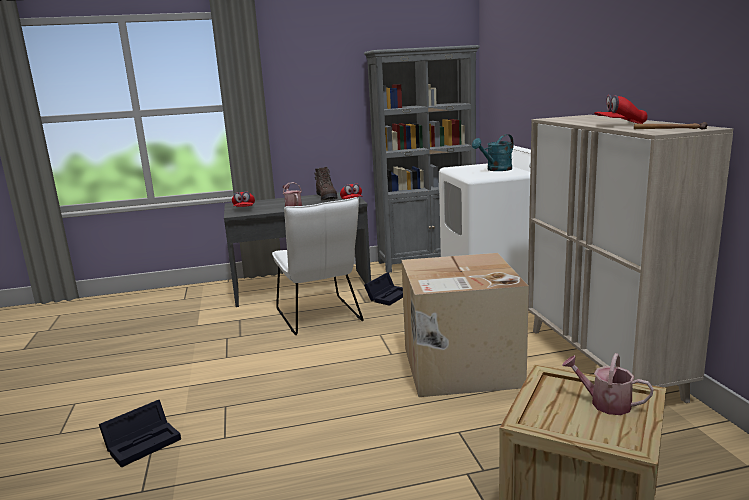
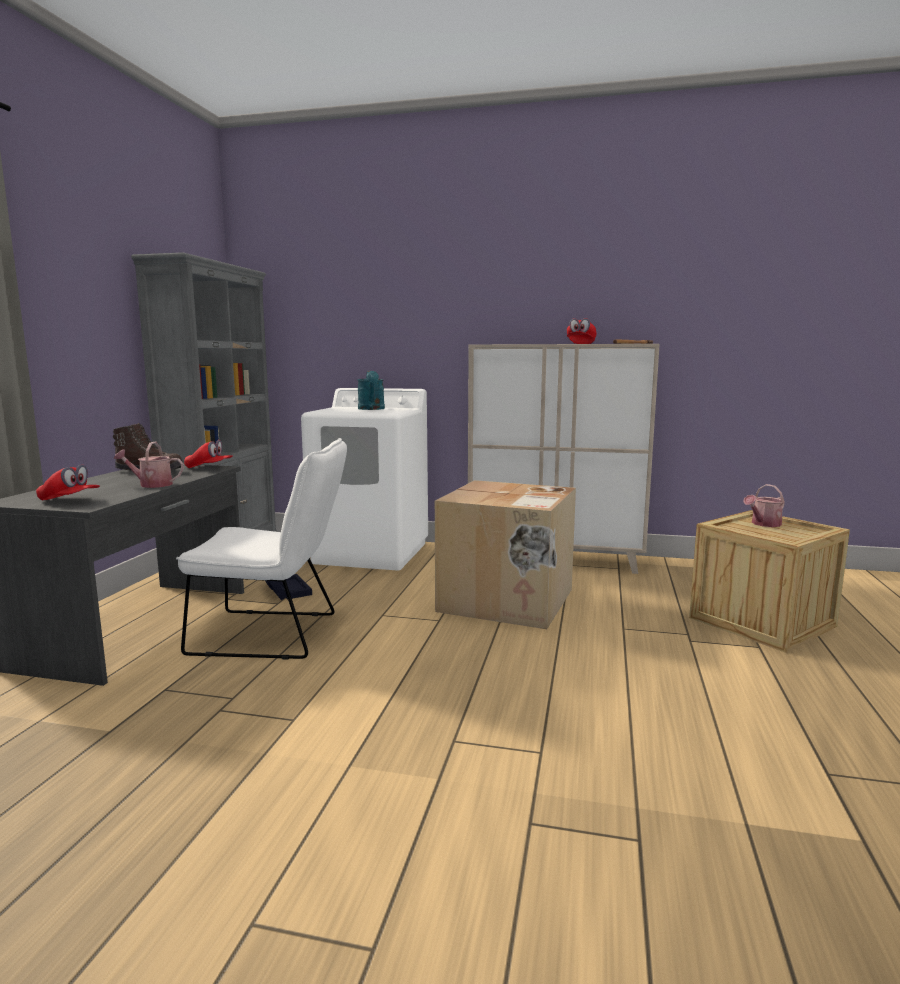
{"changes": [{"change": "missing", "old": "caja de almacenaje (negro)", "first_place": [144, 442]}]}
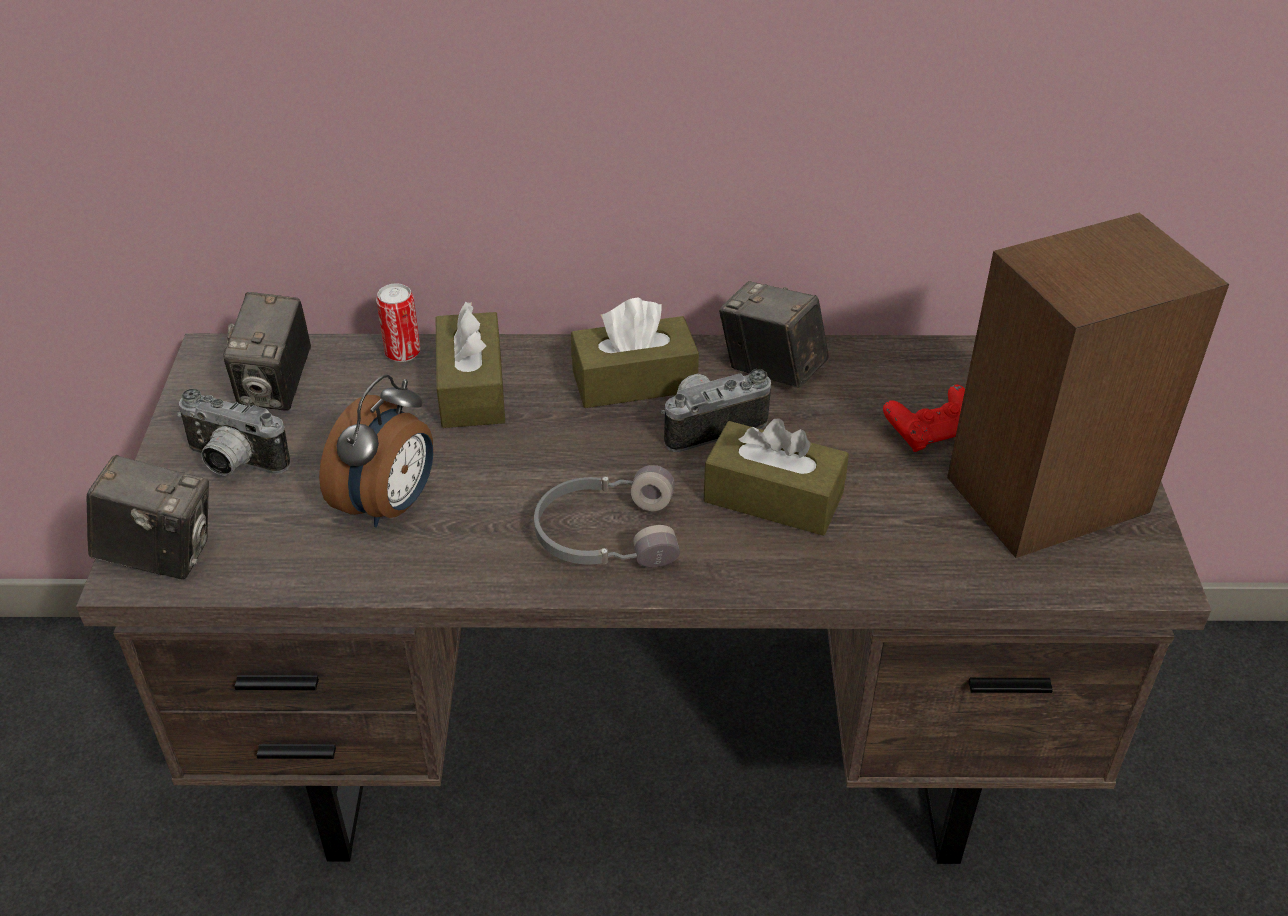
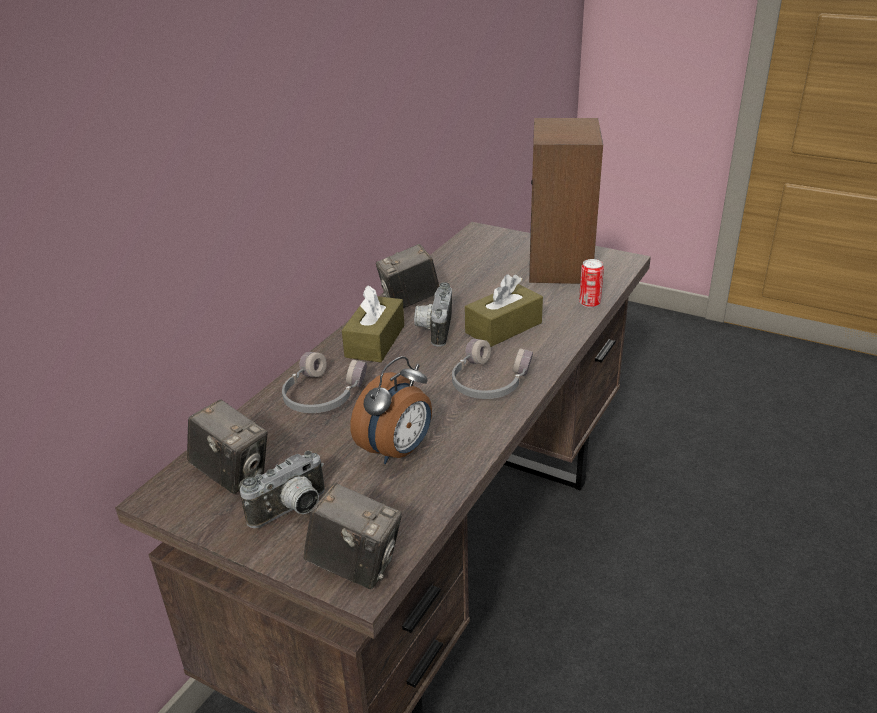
{"changes": [{"change": "exchanged", "old": "caja de pañuelos (marrón)", "new": "auriculares (gris)", "first_place": [472, 388], "second_place": [321, 395]}, {"change": "spun", "old": "cámara", "first_place": [161, 554], "second_place": [355, 565], "degrees": 75}, {"change": "spun", "old": "despertador", "first_place": [390, 505], "second_place": [398, 451], "degrees": 75}, {"change": "relocated", "old": "lata", "first_place": [403, 353], "second_place": [589, 303]}, {"change": "missing", "old": "mando de consola (rojo)", "first_place": [931, 433]}]}
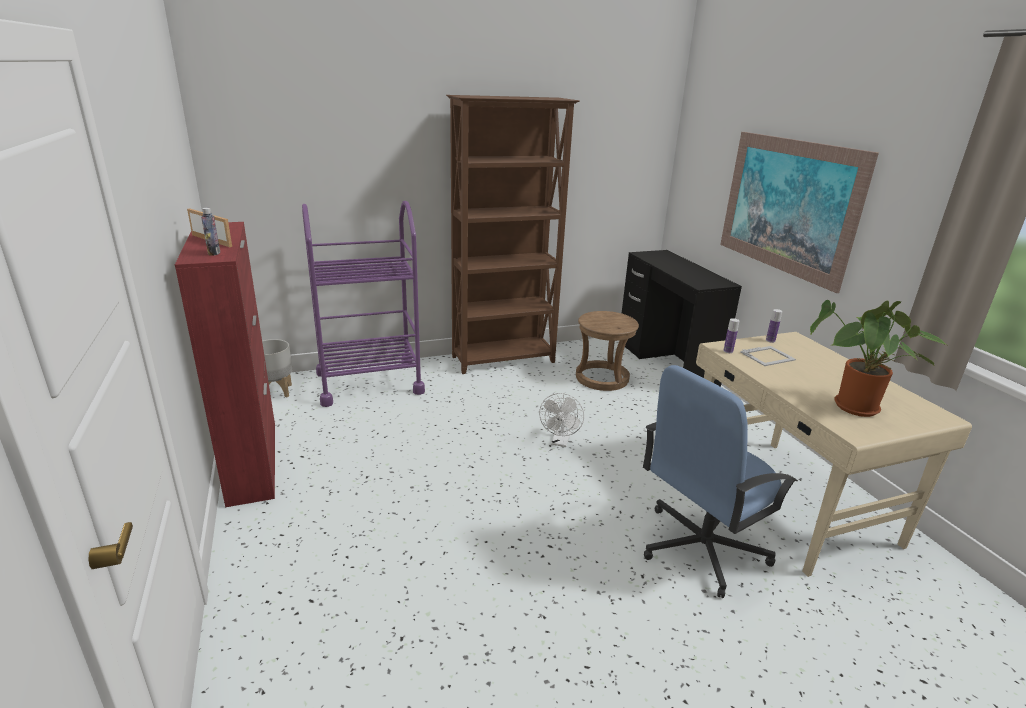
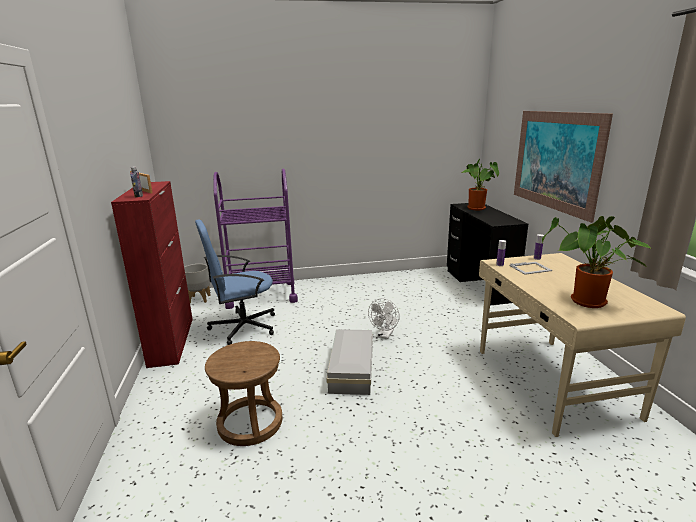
{"changes": [{"change": "relocated", "old": "silla de oficina (azul)", "first_place": [700, 547], "second_place": [243, 327]}, {"change": "relocated", "old": "taburete (marrón)", "first_place": [601, 378], "second_place": [250, 422]}, {"change": "appeared", "new": "caja de almacenaje (blanco)", "second_place": [353, 368]}, {"change": "appeared", "new": "planta en maceta", "second_place": [477, 209]}, {"change": "missing", "old": "estantería (marrón)", "first_place": [504, 360]}]}
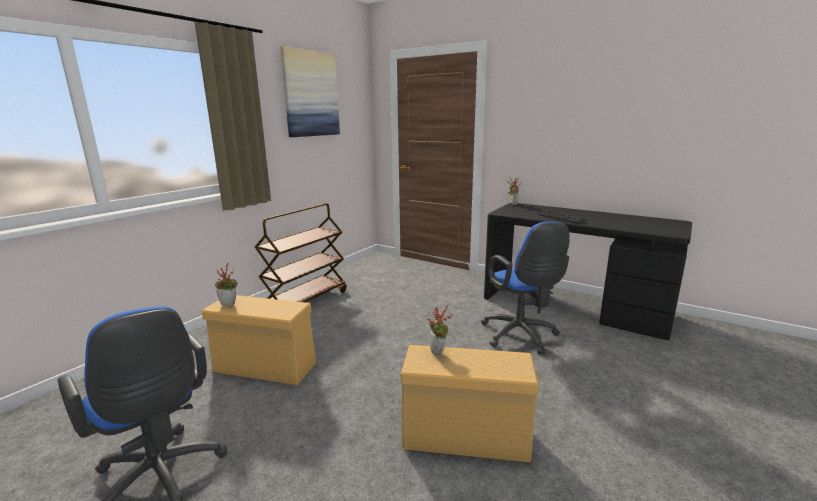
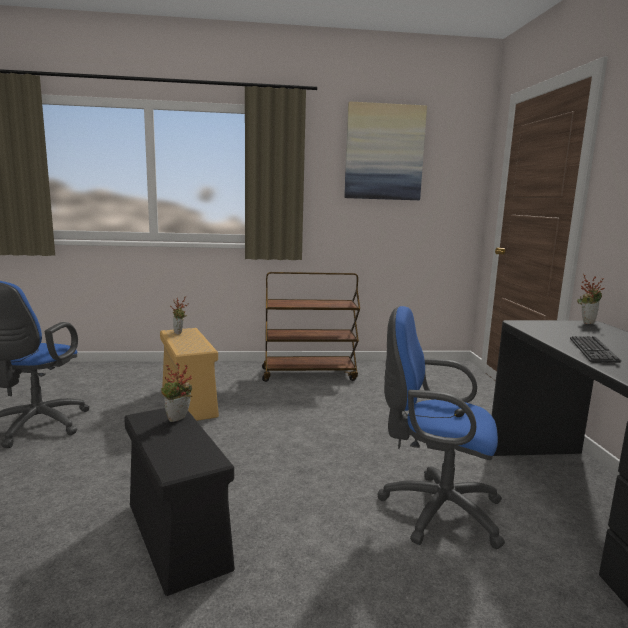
{"changes": [{"change": "colour", "old": "caja de almacenaje (beis)", "new": "caja de almacenaje (negro)", "first_place": [467, 437], "second_place": [178, 537]}, {"change": "spun", "old": "silla de oficina (azul)", "first_place": [521, 337], "second_place": [434, 510], "degrees": 75}]}
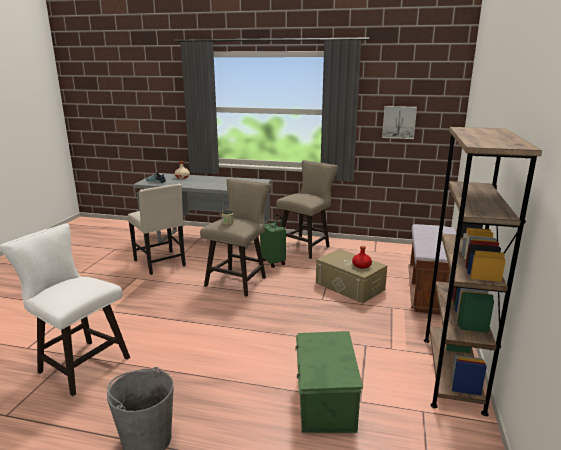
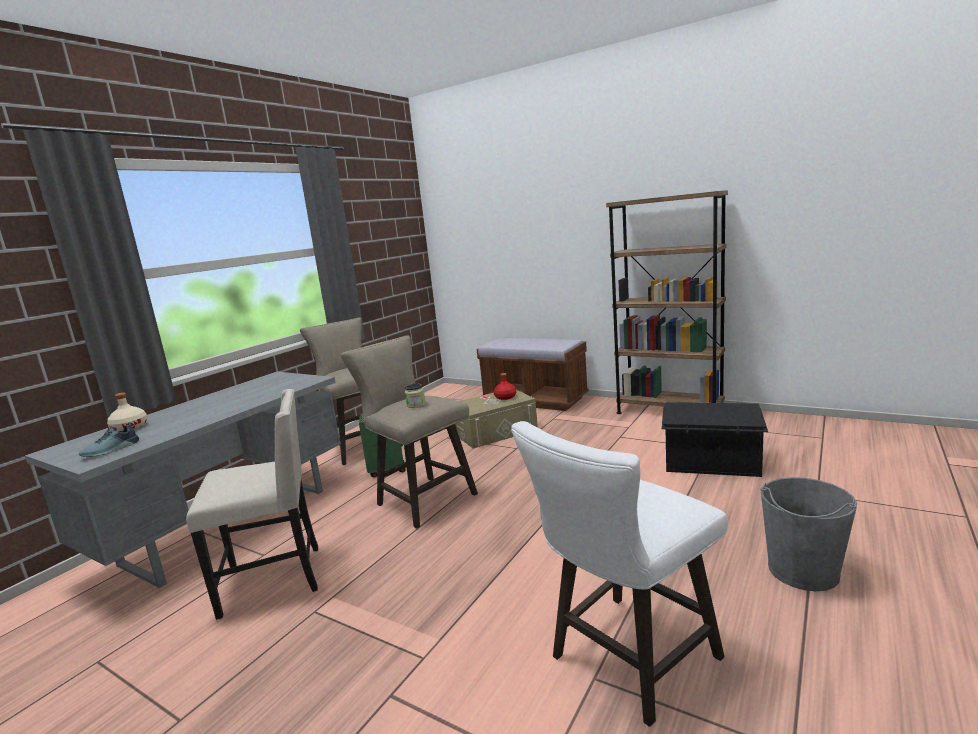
{"changes": [{"change": "colour", "old": "caja de almacenaje (verde)", "new": "caja de almacenaje (negro)", "first_place": [324, 400], "second_place": [712, 463]}, {"change": "missing", "old": "cuadro", "first_place": [399, 122]}]}
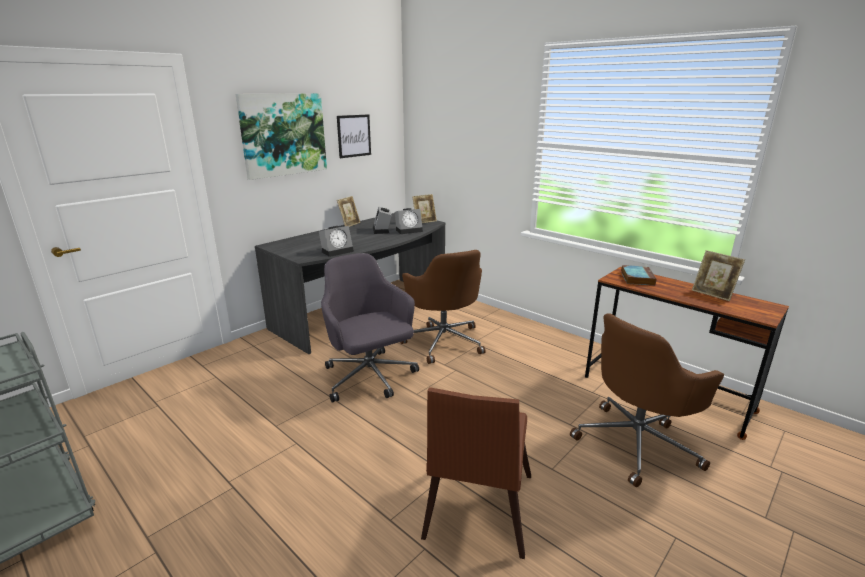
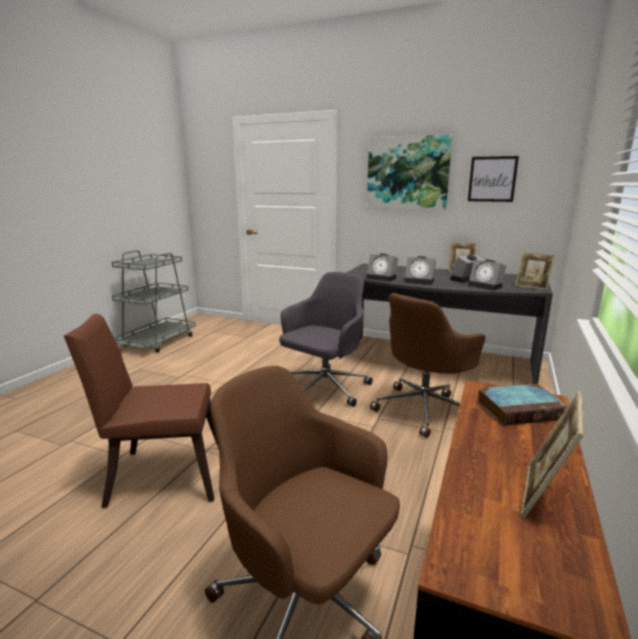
{"changes": [{"change": "appeared", "new": "despertador", "second_place": [420, 281]}]}
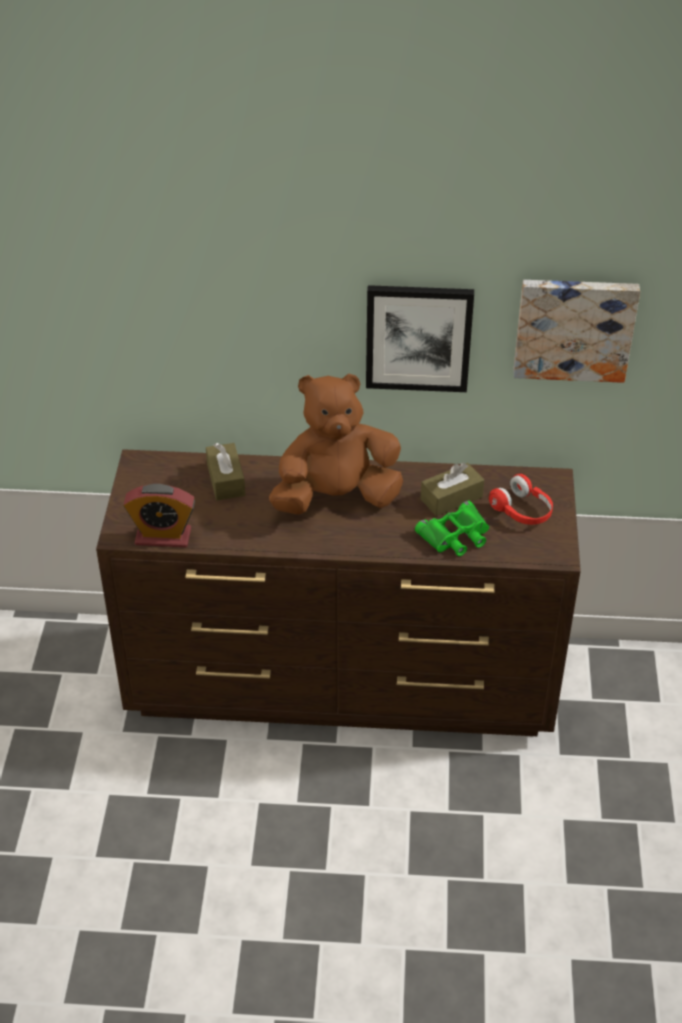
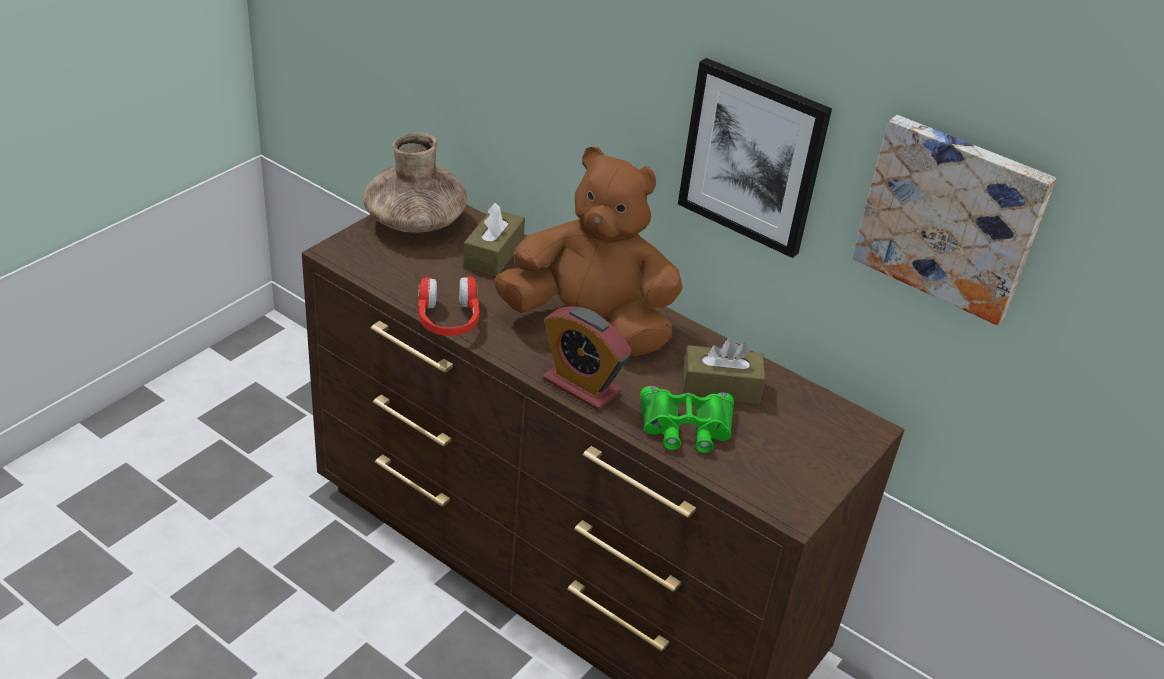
{"changes": [{"change": "appeared", "new": "florero (marrón)", "second_place": [415, 222]}, {"change": "relocated", "old": "auriculares (rojo)", "first_place": [522, 511], "second_place": [448, 320]}, {"change": "relocated", "old": "despertador", "first_place": [163, 536], "second_place": [581, 386]}]}
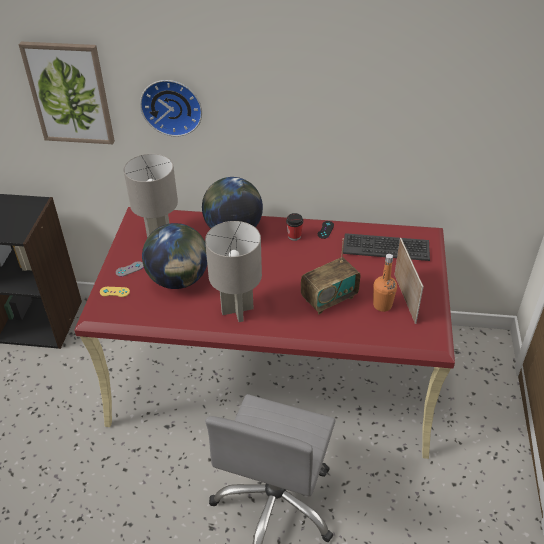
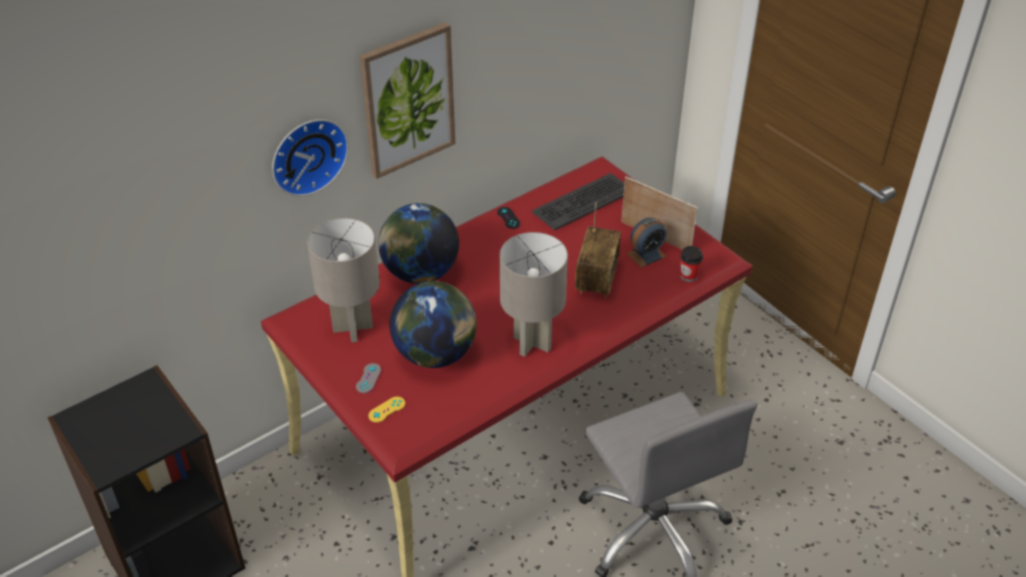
{"changes": [{"change": "relocated", "old": "cuadro", "first_place": [70, 93], "second_place": [407, 100]}, {"change": "exchanged", "old": "botella (naranja)", "new": "despertador", "first_place": [382, 305], "second_place": [646, 255]}, {"change": "relocated", "old": "taza", "first_place": [294, 236], "second_place": [688, 276]}]}
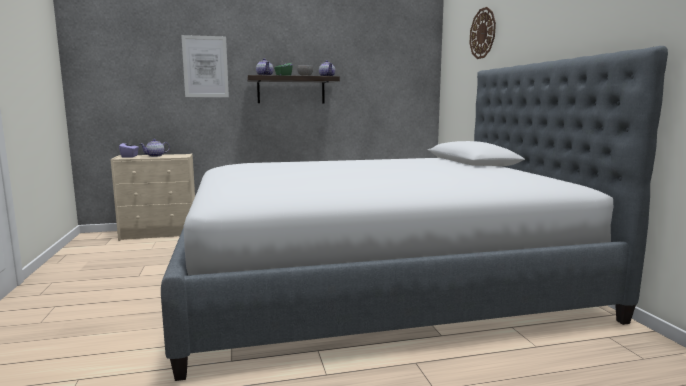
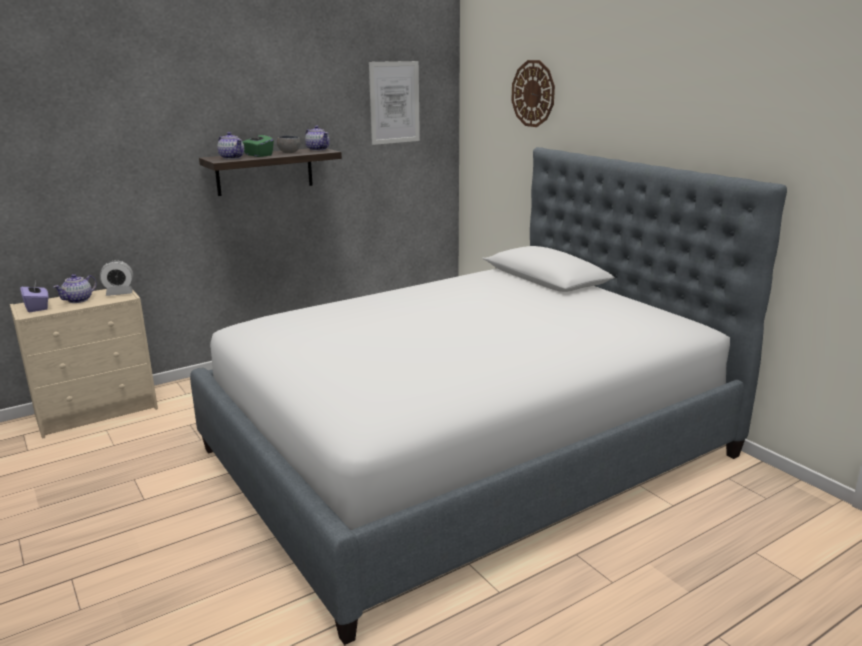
{"changes": [{"change": "appeared", "new": "despertador", "second_place": [119, 293]}, {"change": "relocated", "old": "cuadro", "first_place": [205, 66], "second_place": [394, 102]}]}
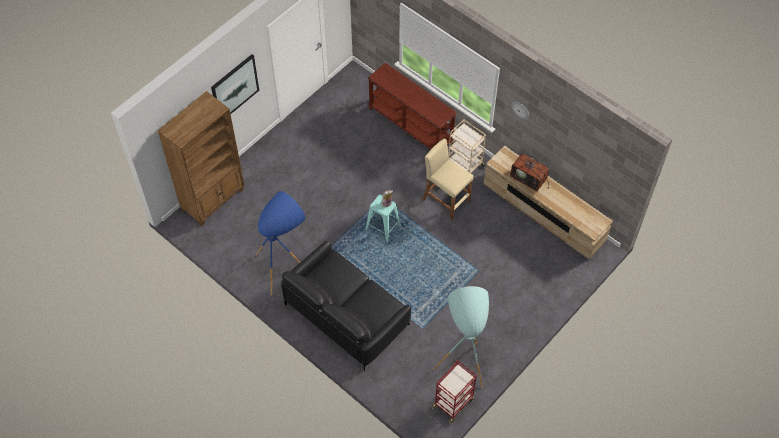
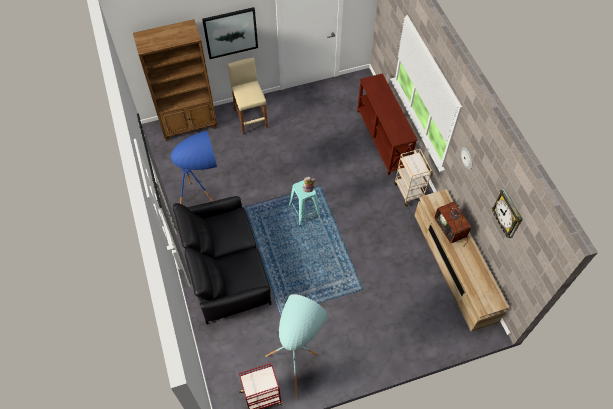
{"changes": [{"change": "relocated", "old": "taburete (beis)", "first_place": [446, 200], "second_place": [250, 118]}, {"change": "appeared", "new": "reloj de pared", "second_place": [508, 214]}]}
